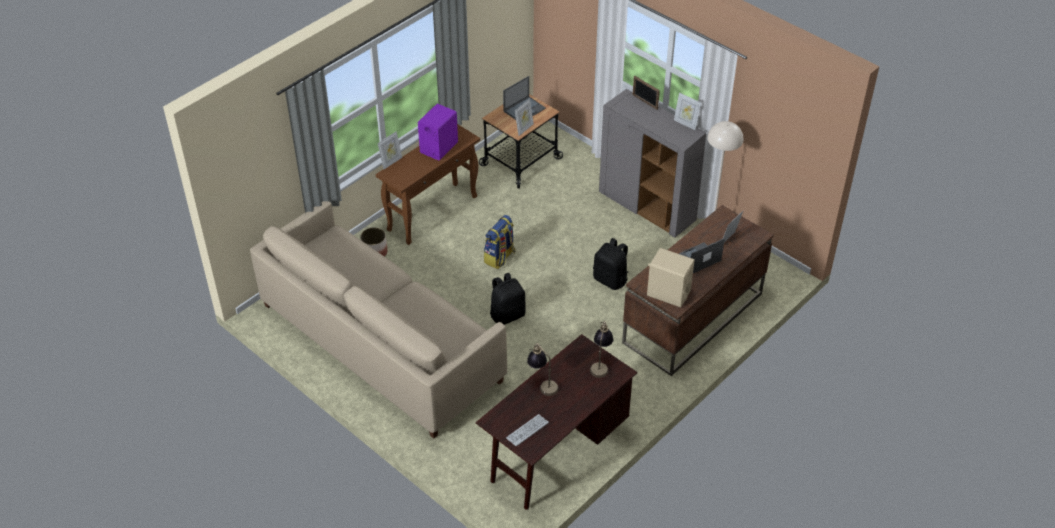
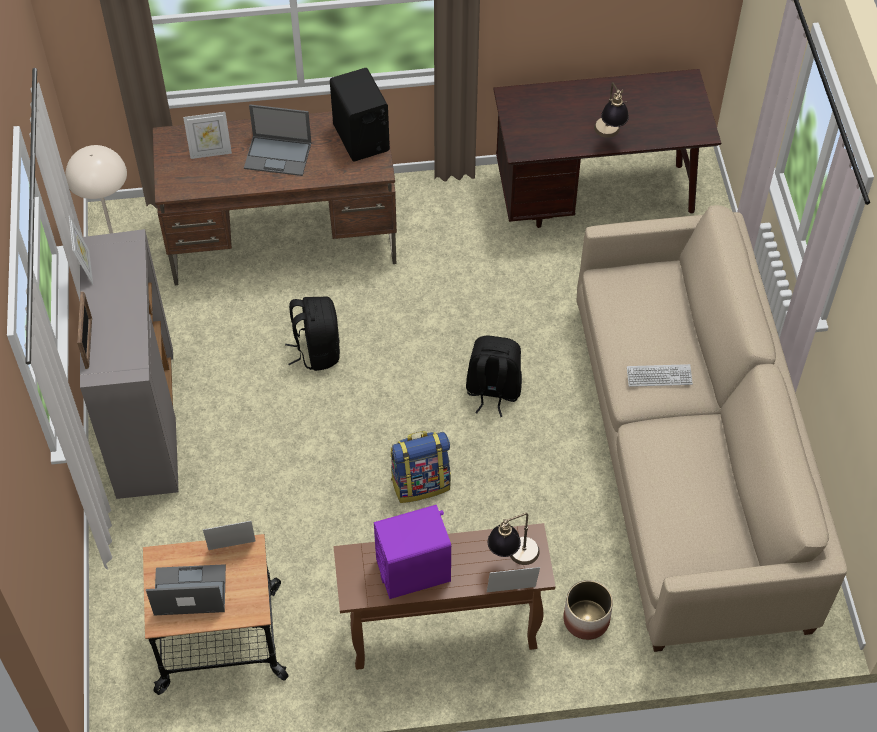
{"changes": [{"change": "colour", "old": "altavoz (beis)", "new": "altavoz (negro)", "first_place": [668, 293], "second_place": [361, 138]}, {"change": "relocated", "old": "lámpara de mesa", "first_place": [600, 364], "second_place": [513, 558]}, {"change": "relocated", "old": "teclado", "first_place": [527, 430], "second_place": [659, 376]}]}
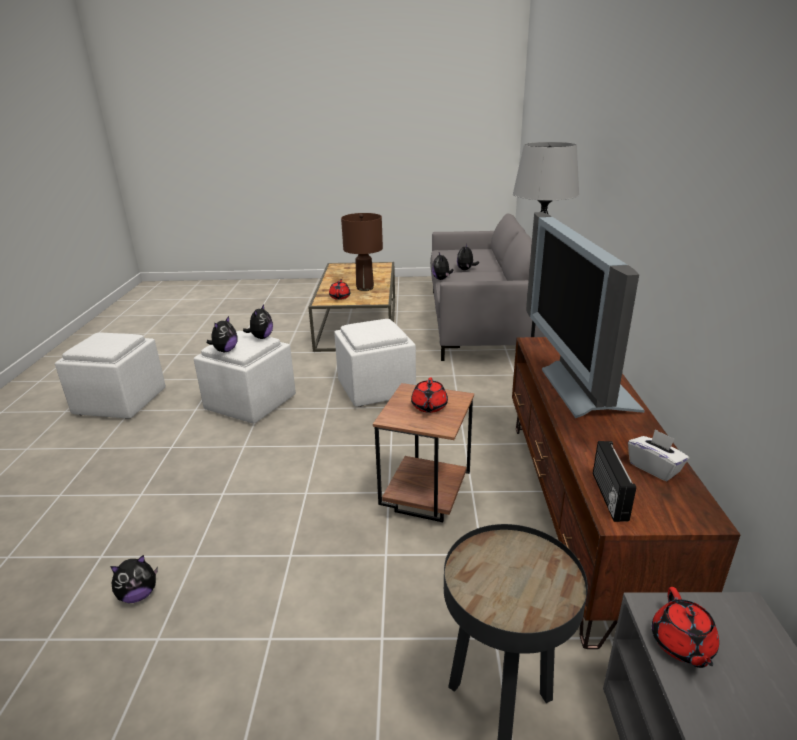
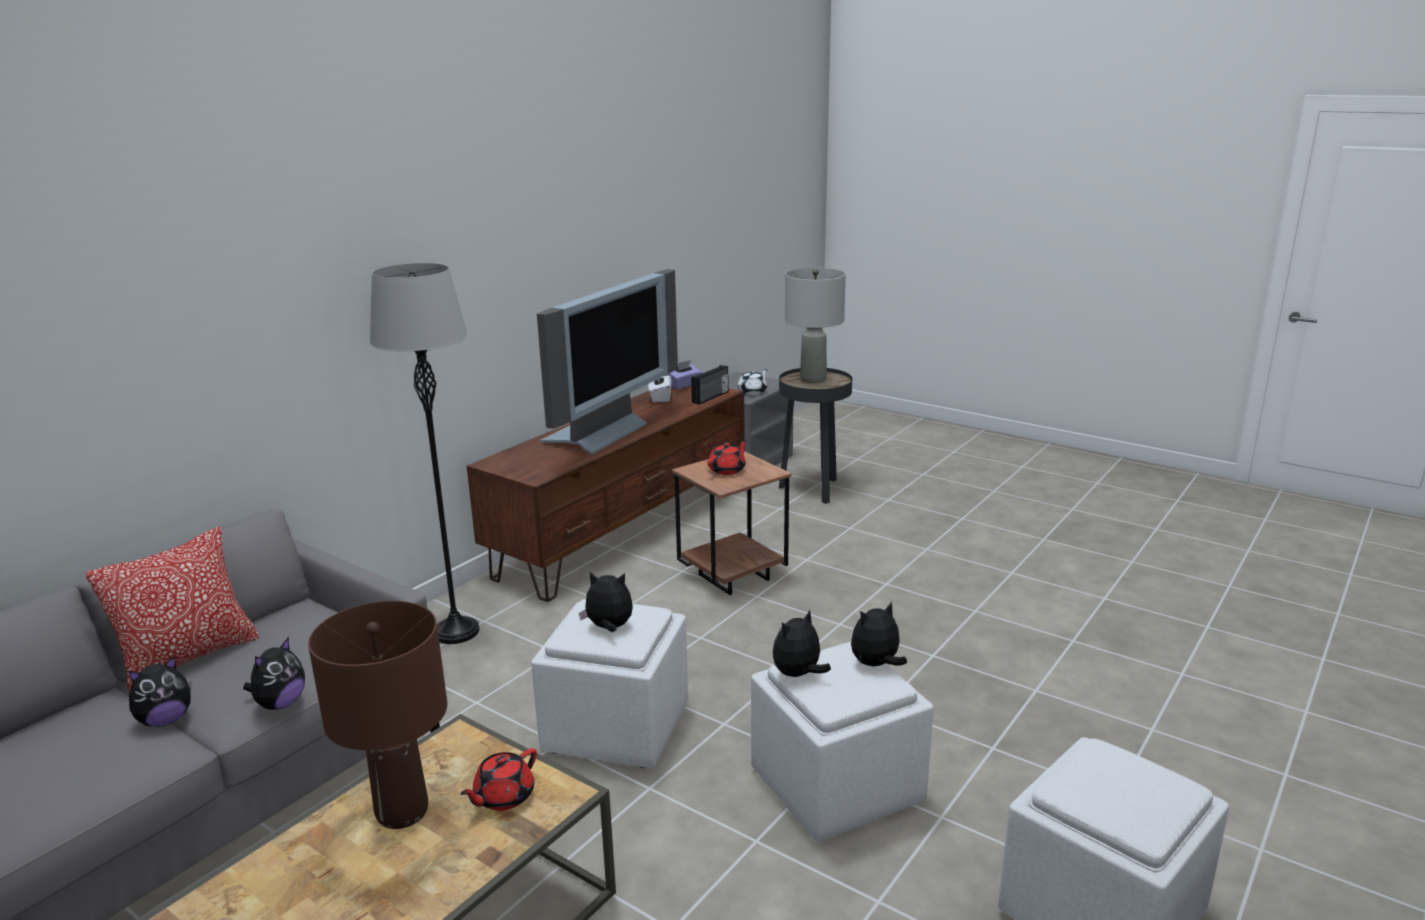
{"changes": [{"change": "appeared", "new": "cojín", "second_place": [189, 658]}, {"change": "relocated", "old": "peluche", "first_place": [138, 595], "second_place": [609, 628]}, {"change": "appeared", "new": "caja de pañuelos (morado)", "second_place": [683, 385]}, {"change": "colour", "old": "tetera (rojo)", "new": "tetera (blanco)", "first_place": [682, 645], "second_place": [752, 392]}, {"change": "appeared", "new": "lámpara de mesa (gris)", "second_place": [813, 379]}]}
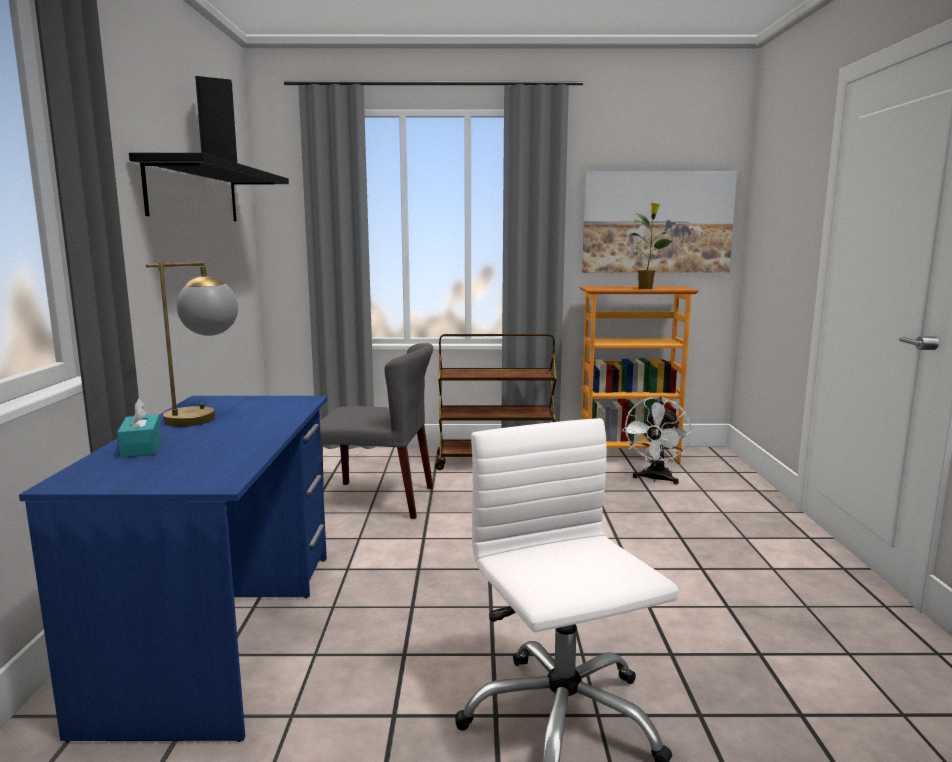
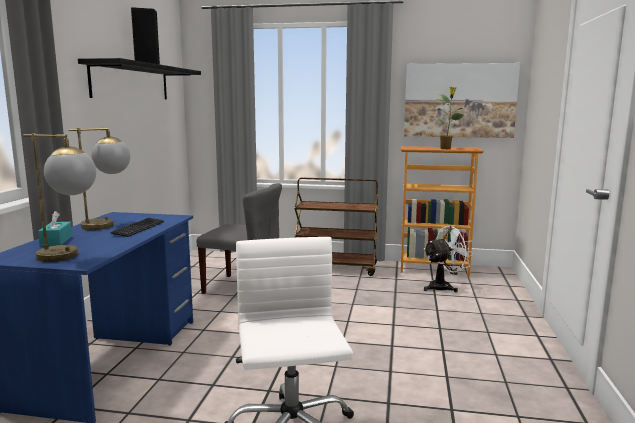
{"changes": [{"change": "appeared", "new": "lámpara de mesa", "second_place": [70, 257]}, {"change": "appeared", "new": "teclado", "second_place": [138, 228]}, {"change": "spun", "old": "ventilador (blanco)", "first_place": [655, 479], "second_place": [444, 287], "degrees": -150}]}
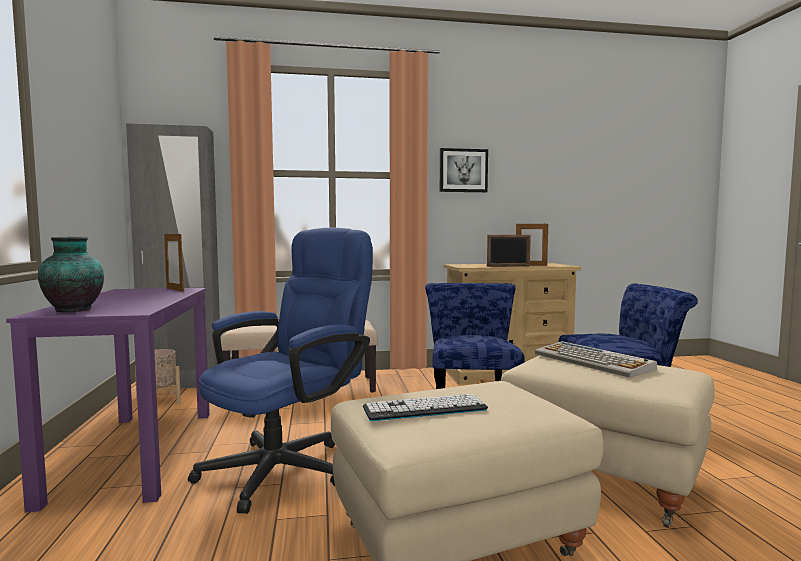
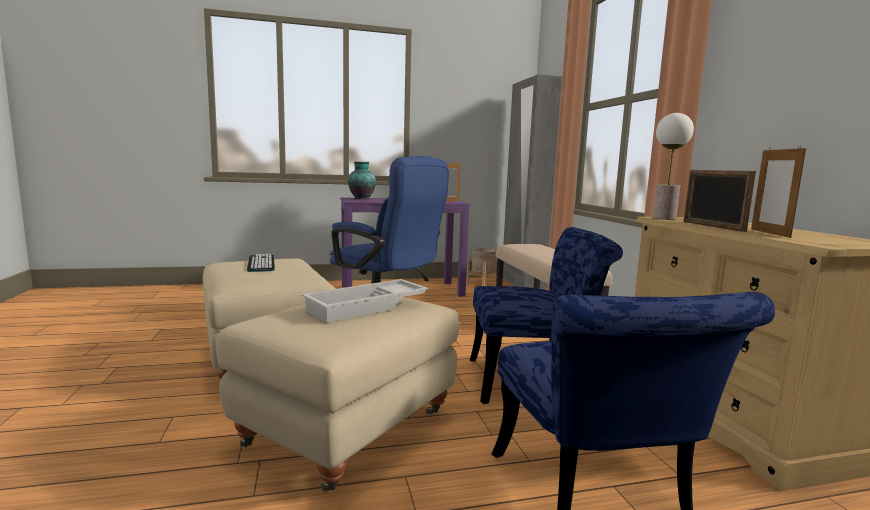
{"changes": [{"change": "exchanged", "old": "teclado", "new": "bandeja (blanco)", "first_place": [593, 361], "second_place": [367, 307]}, {"change": "appeared", "new": "lámpara de mesa", "second_place": [664, 218]}, {"change": "missing", "old": "cuadro", "first_place": [463, 170]}]}
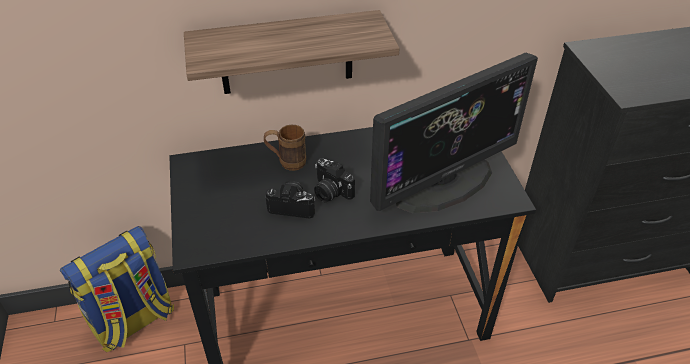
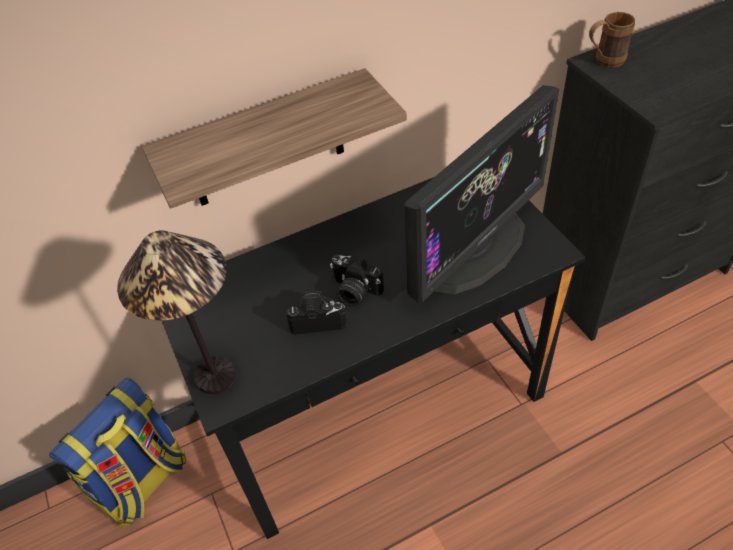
{"changes": [{"change": "appeared", "new": "lámpara de mesa", "second_place": [215, 378]}, {"change": "relocated", "old": "taza grande (marrón)", "first_place": [286, 162], "second_place": [603, 61]}]}
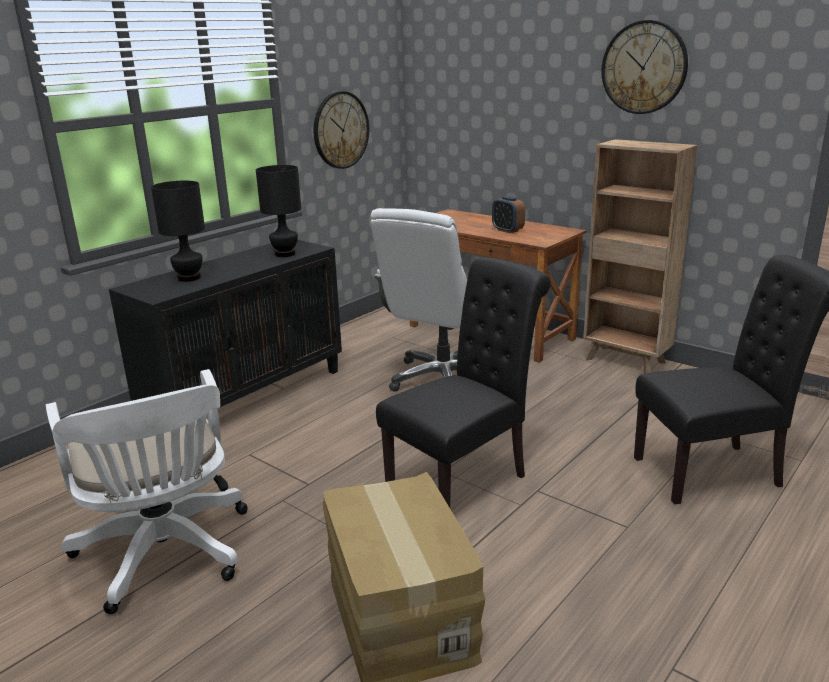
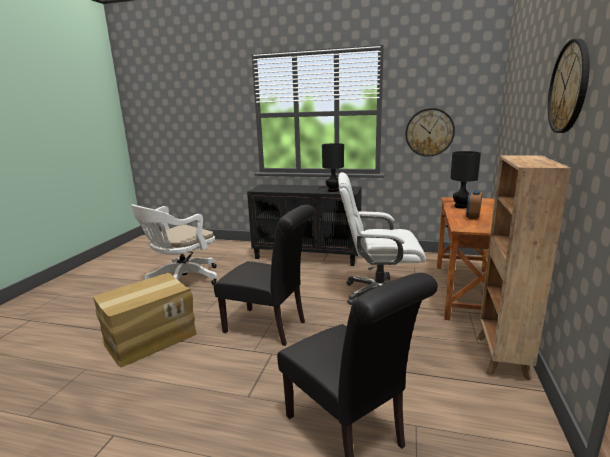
{"changes": [{"change": "relocated", "old": "lámpara de mesa (negro)", "first_place": [189, 278], "second_place": [461, 207]}]}
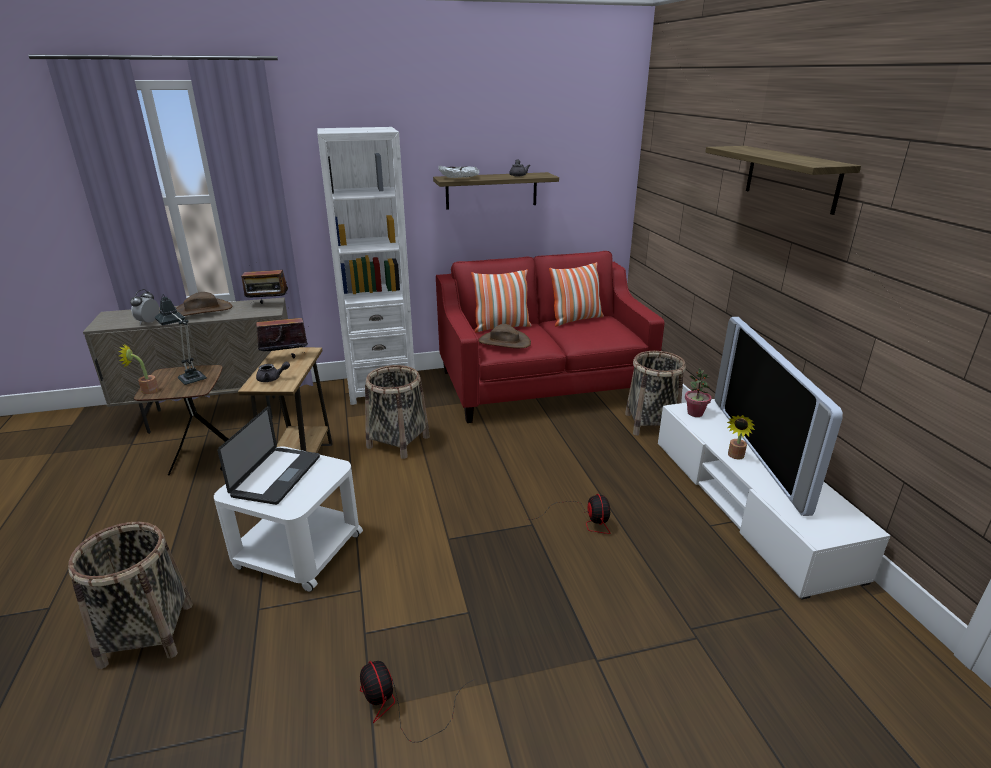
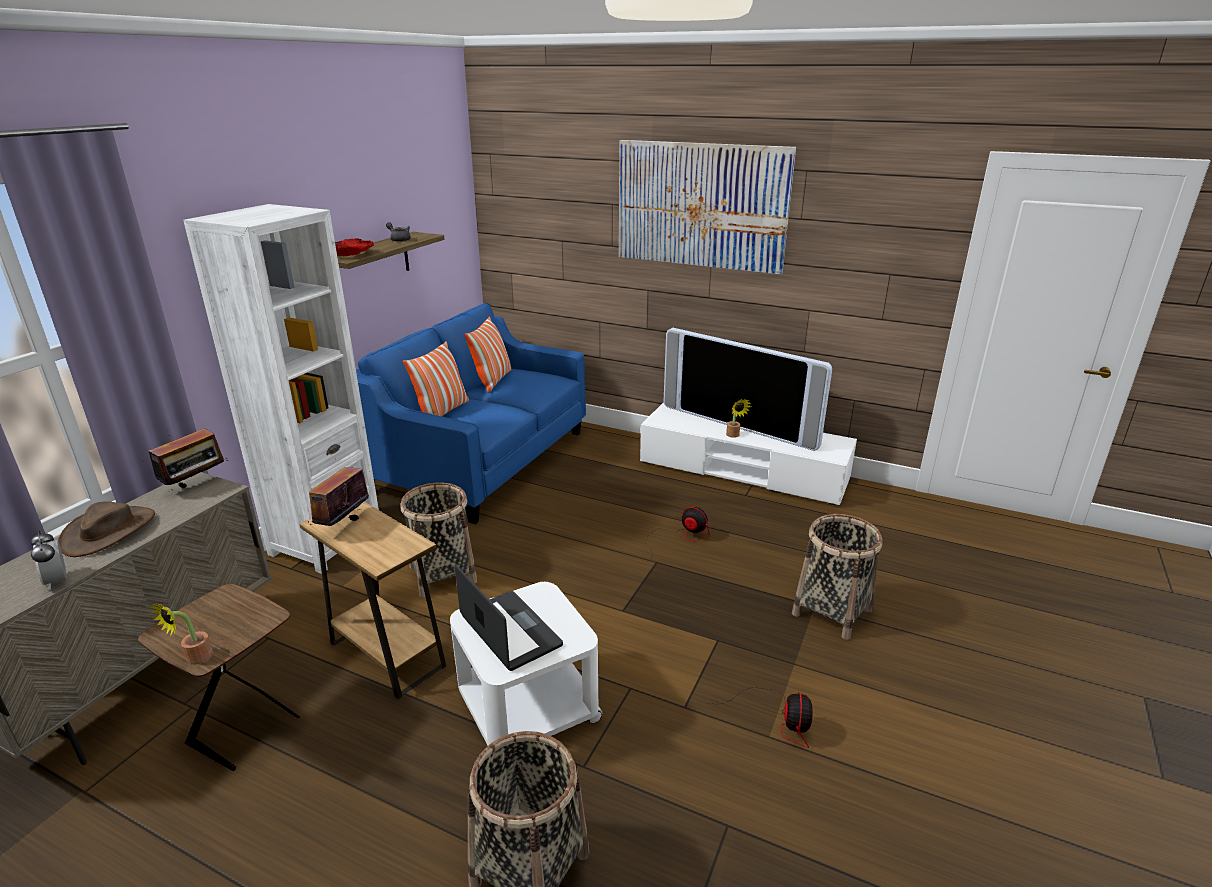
{"changes": [{"change": "colour", "old": "cuenco (blanco)", "new": "cuenco (rojo)", "first_place": [459, 178], "second_place": [352, 254]}, {"change": "colour", "old": "sofá (rojo)", "new": "sofá (azul)", "first_place": [543, 385], "second_place": [481, 460]}, {"change": "exchanged", "old": "estante", "new": "cuadro", "first_place": [791, 178], "second_place": [701, 205]}, {"change": "spun", "old": "ventilador", "first_place": [399, 707], "second_place": [779, 719], "degrees": -90}, {"change": "relocated", "old": "cesta", "first_place": [651, 424], "second_place": [832, 612]}, {"change": "missing", "old": "lámpara de mesa", "first_place": [190, 377]}, {"change": "missing", "old": "tetera (gris)", "first_place": [272, 379]}, {"change": "missing", "old": "sombrero (marrón)", "first_place": [504, 342]}, {"change": "missing", "old": "planta en maceta", "first_place": [695, 413]}]}
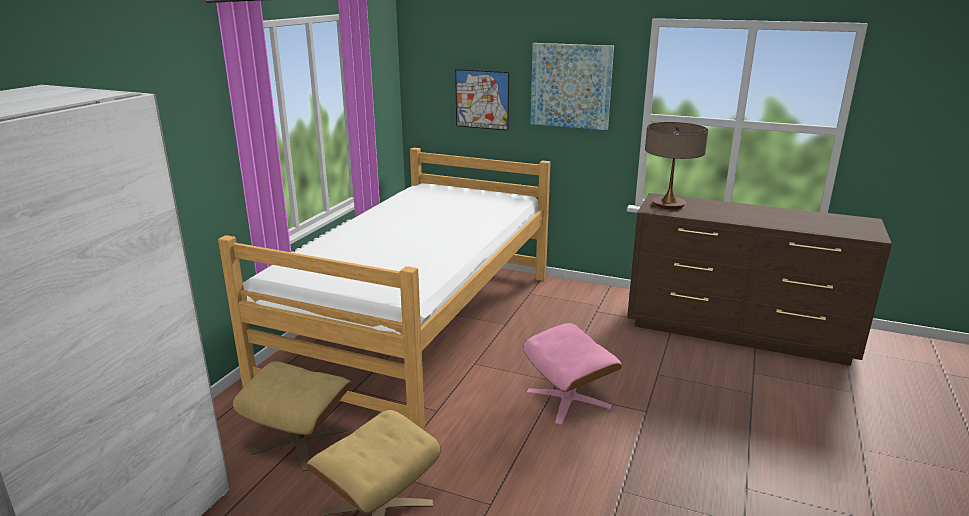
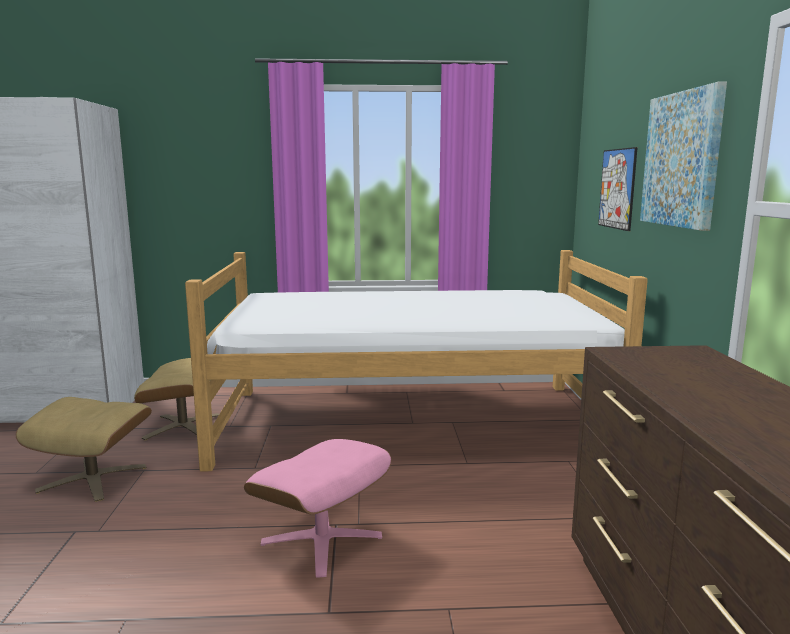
{"changes": [{"change": "missing", "old": "lámpara de mesa", "first_place": [668, 205]}]}
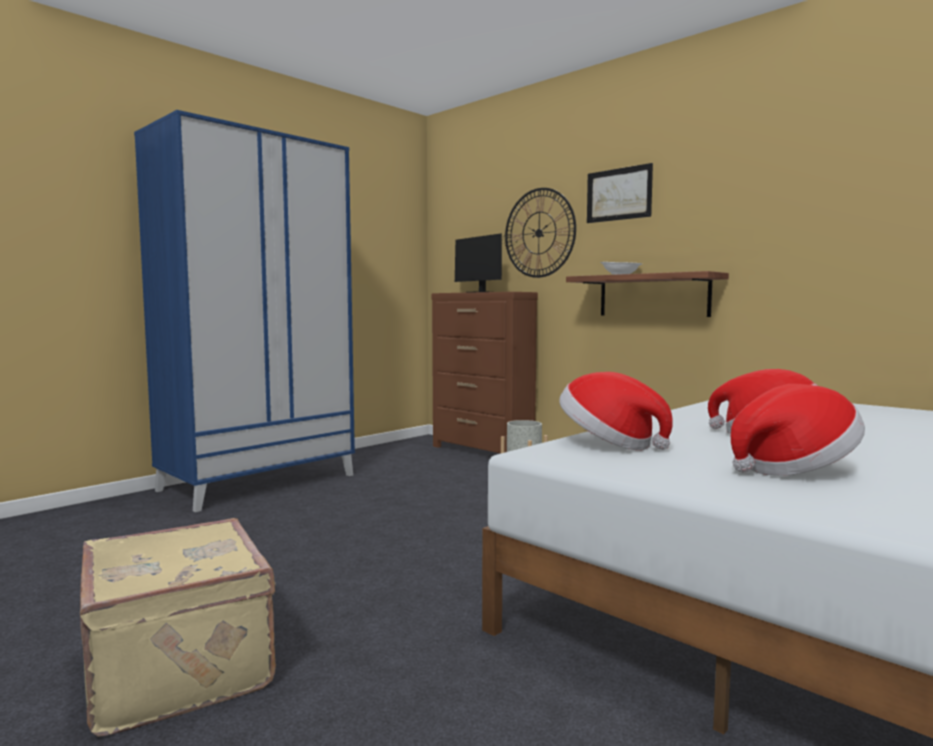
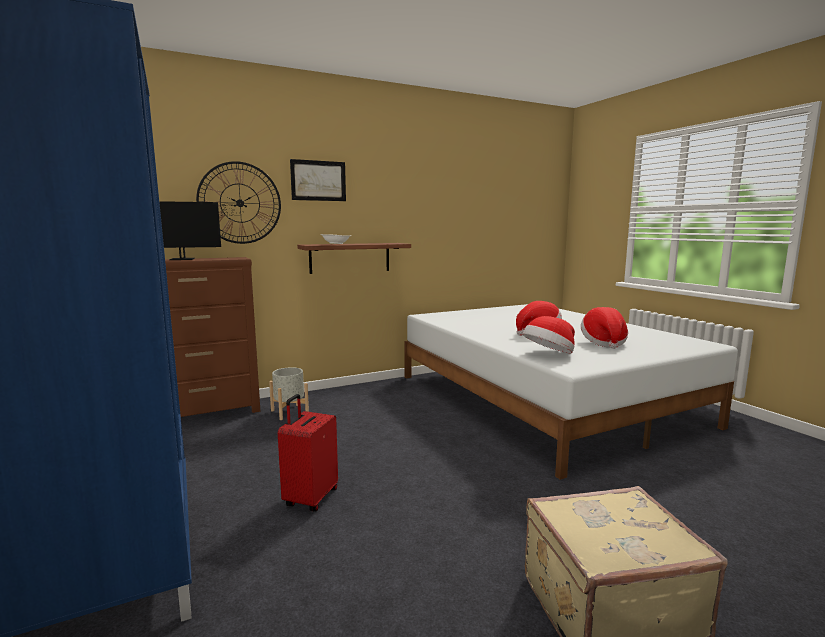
{"changes": [{"change": "appeared", "new": "maleta (rojo)", "second_place": [310, 498]}]}
